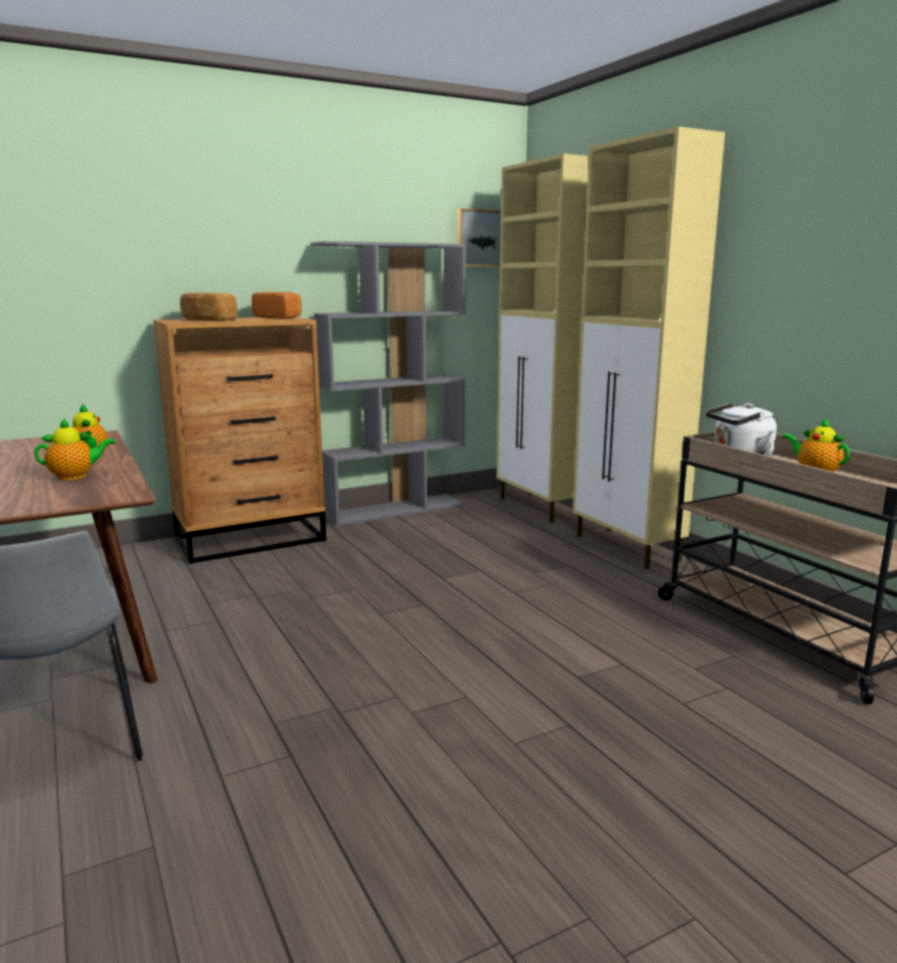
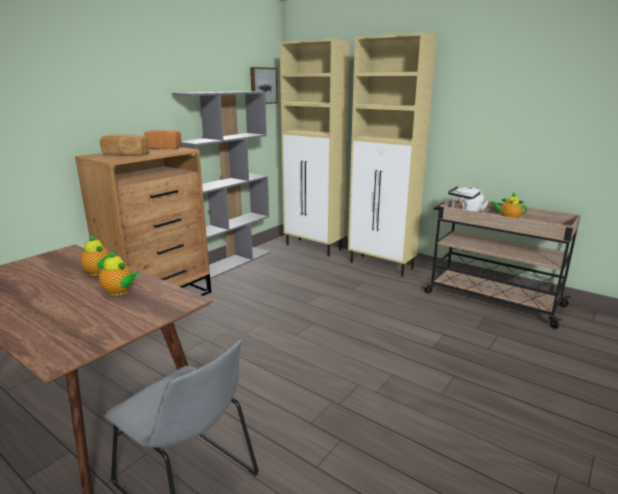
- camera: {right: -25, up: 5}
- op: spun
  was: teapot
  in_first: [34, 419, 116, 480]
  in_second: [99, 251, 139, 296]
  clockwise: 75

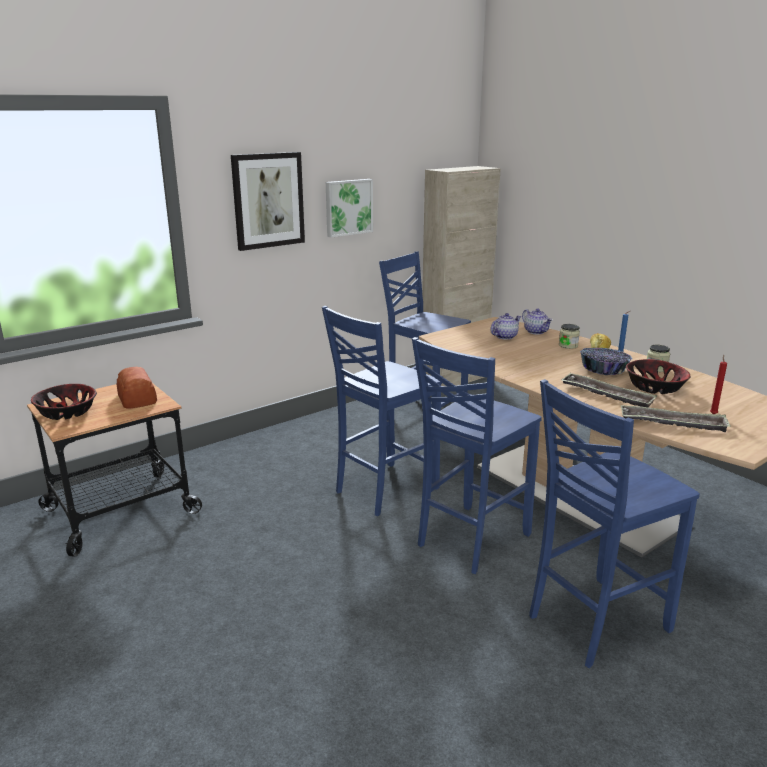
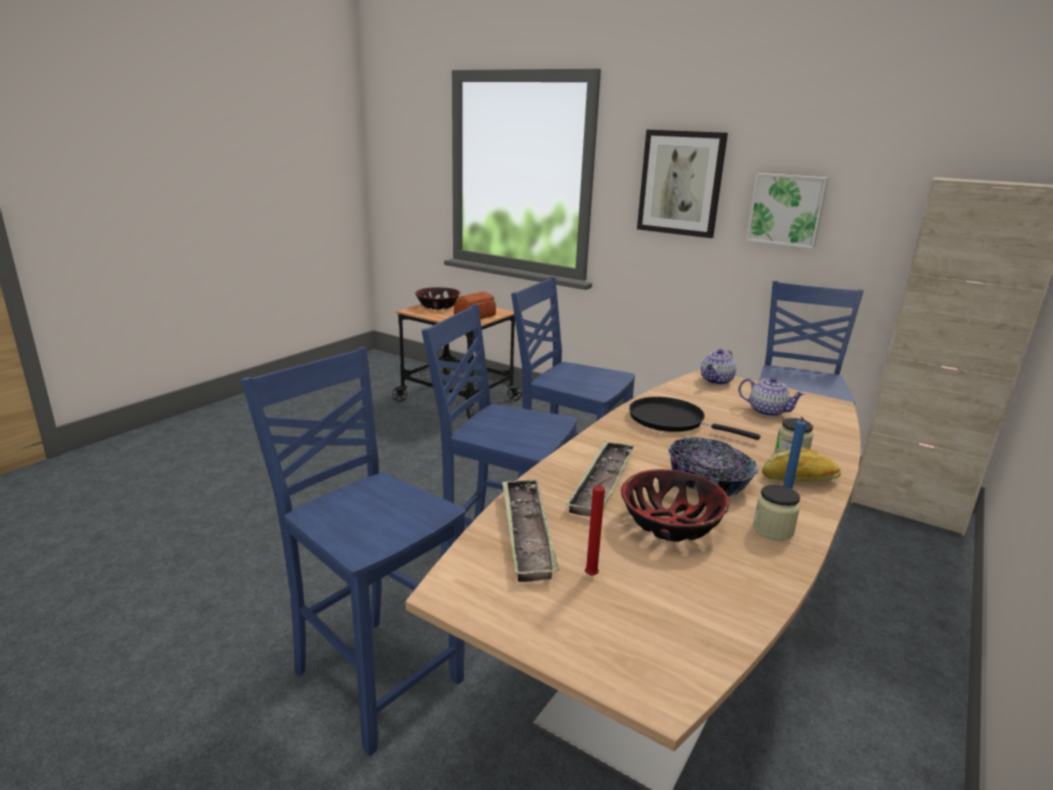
- camera: {right: 70, up: 0}
- op: appeared
  now: black frying pan
  in_second: [629, 397, 761, 440]
- op: relocated
  was: teapot
  in_first: [522, 309, 553, 334]
  in_second: [701, 349, 736, 385]

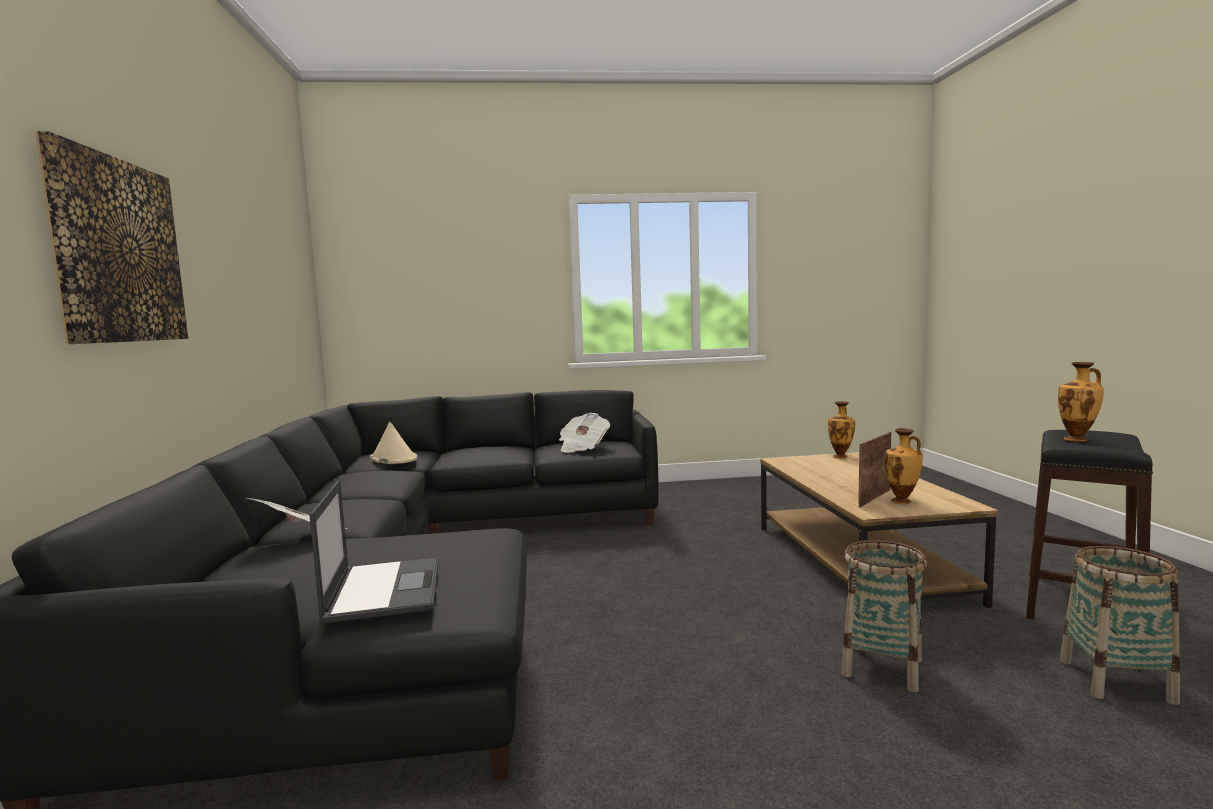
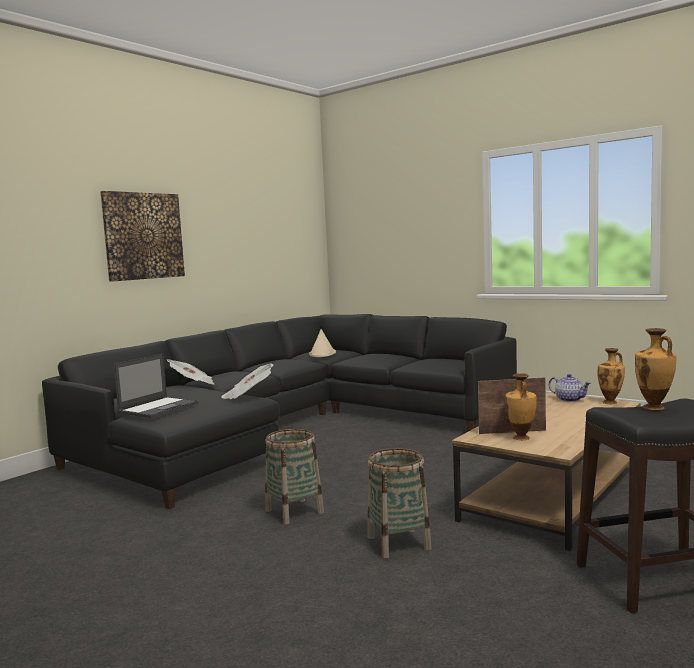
- camera: {right: 45, up: 0}
- op: relocated
  was: newspaper
  in_first: [559, 413, 610, 453]
  in_second: [221, 364, 274, 399]
- op: relocated
  was: basket
  in_first: [1060, 546, 1180, 705]
  in_second: [265, 429, 324, 524]
- op: appeared
  now: teapot
  in_second: [549, 374, 591, 402]

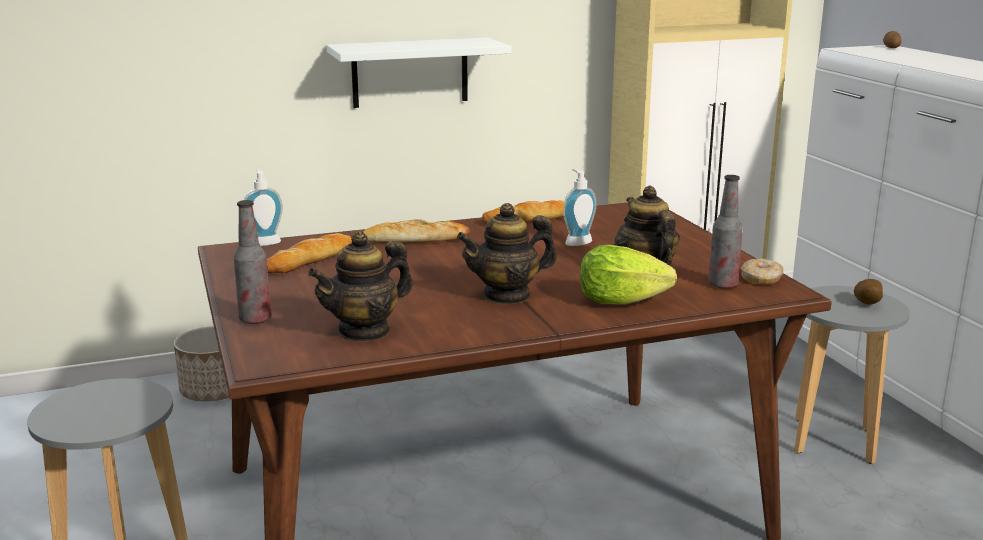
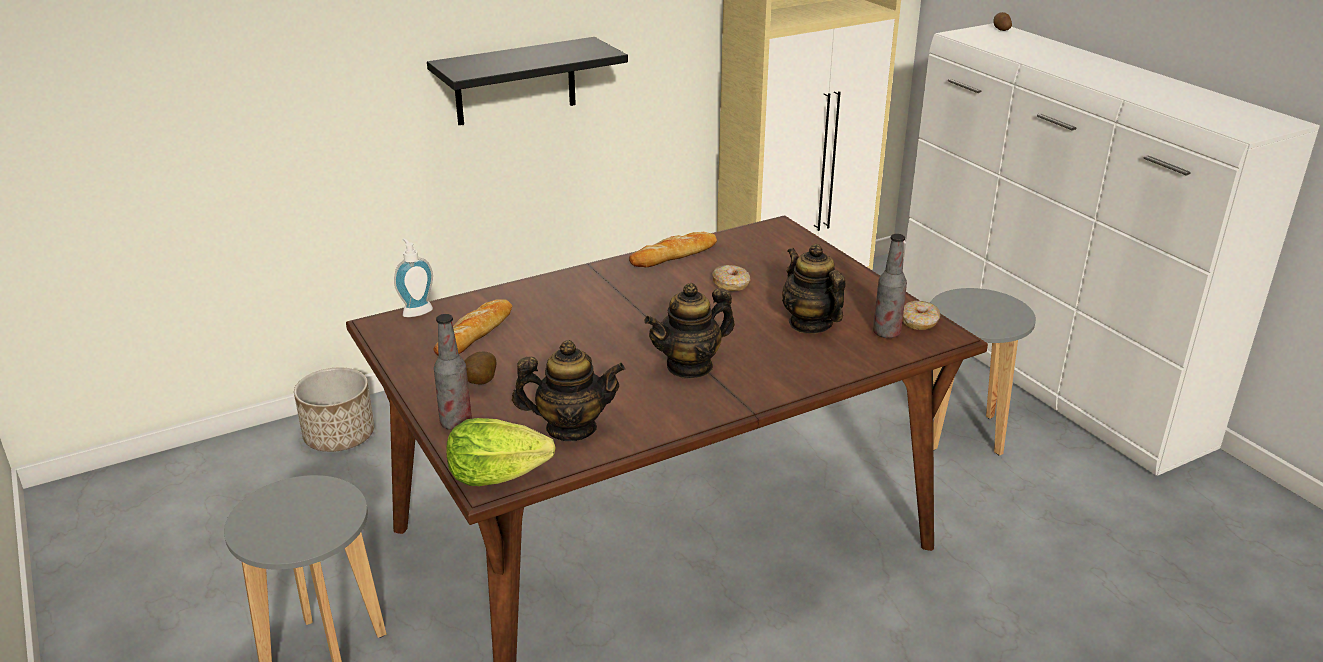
- camera: {right: -10, up: 10}
- op: colour
  was: white shelf
  now: black shelf
  in_first: [326, 38, 512, 108]
  in_second: [427, 37, 628, 125]
- op: relocated
  was: lettuce
  in_first: [580, 245, 677, 305]
  in_second: [446, 418, 556, 486]
- op: relocated
  was: potato
  in_first: [854, 279, 883, 305]
  in_second: [464, 351, 496, 384]
- op: spun
  was: teapot
  in_first: [308, 231, 413, 342]
  in_second: [512, 340, 625, 441]
  clockwise: -135
- op: exchanged
  was: soap dispenser
  now: donut
  in_first: [563, 169, 596, 246]
  in_second: [712, 265, 750, 291]
- op: missing
  was: bread
  in_first: [363, 219, 470, 243]

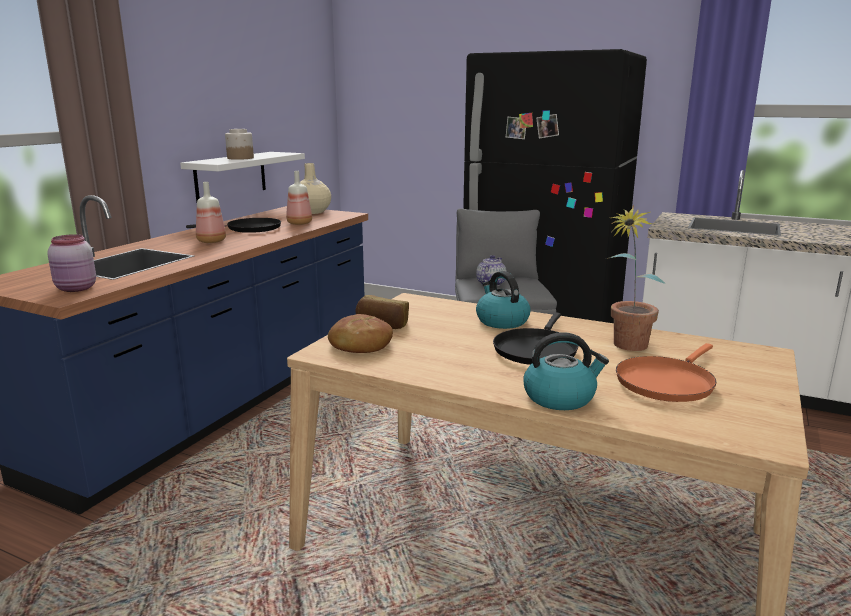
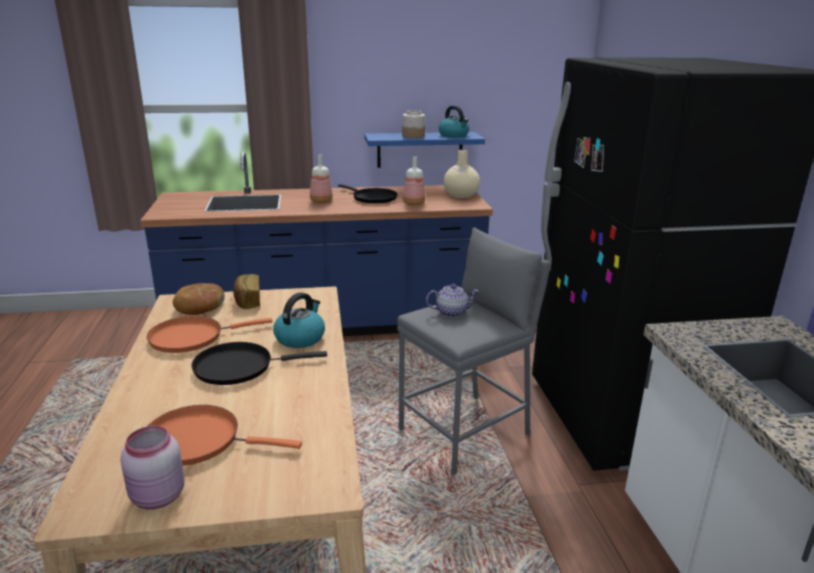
- camera: {right: 55, up: 5}
- op: relocated
  was: pink jar
  in_first: [47, 234, 96, 292]
  in_second: [120, 426, 185, 510]
- op: appeared
  now: orange frying pan
  in_second: [147, 316, 272, 353]
- op: colour
  was: white shelf
  now: blue shelf
  in_first: [180, 152, 305, 202]
  in_second: [364, 132, 485, 168]
- op: relocated
  was: kettle
  in_first: [523, 332, 609, 410]
  in_second: [439, 105, 469, 138]
- op: missing
  was: potted plant
  in_first: [605, 205, 665, 351]

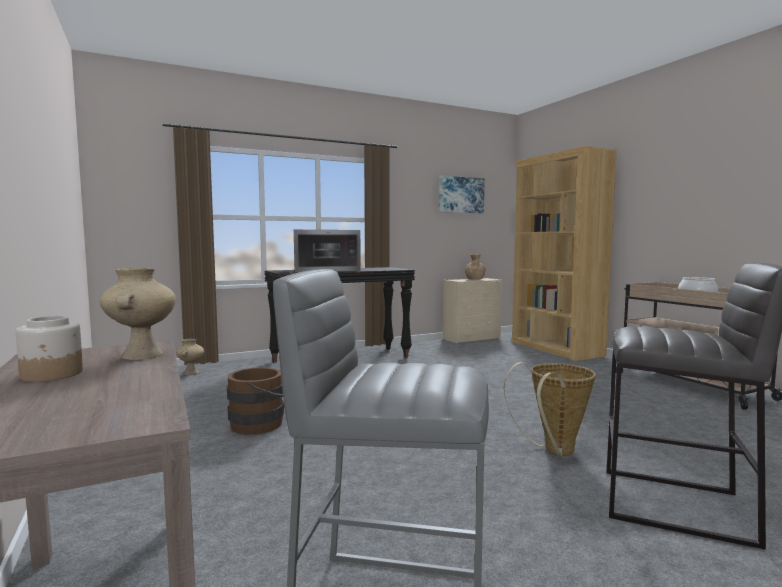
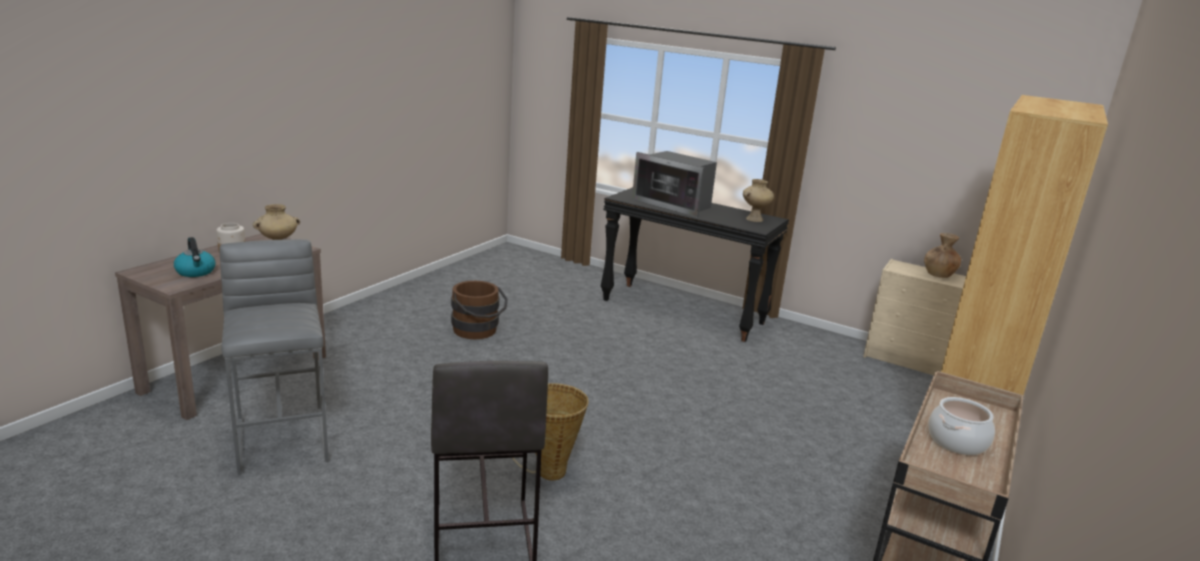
- camera: {right: 55, up: 15}
- op: appeared
  now: kettle
  in_second: [174, 237, 215, 277]
- op: relocated
  was: beige vase
  in_first: [176, 339, 204, 375]
  in_second: [743, 179, 774, 222]
- op: missing
  was: picture
  in_first: [439, 176, 485, 213]

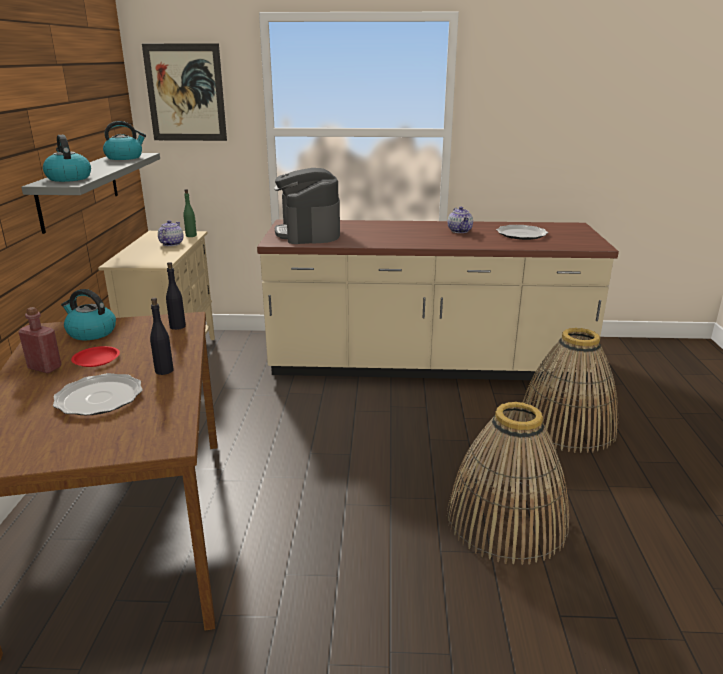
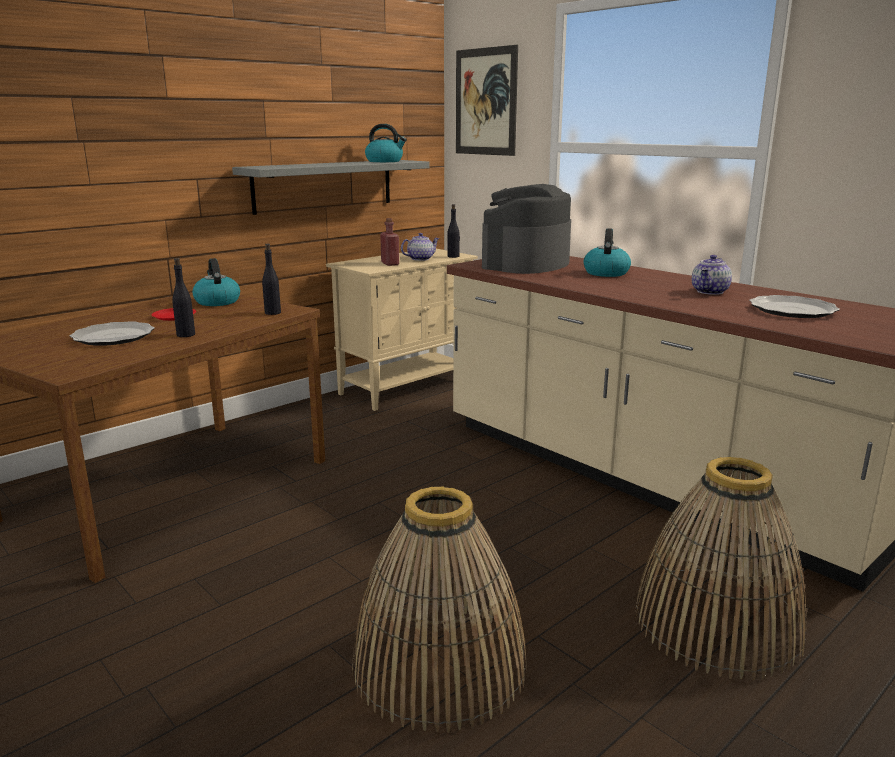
- camera: {right: 45, up: -5}
- op: relocated
  was: red bottle
  in_first: [19, 307, 62, 373]
  in_second: [380, 218, 399, 266]
- op: colour
  was: green bottle
  now: black bottle
  in_first: [183, 189, 197, 237]
  in_second: [447, 204, 460, 258]
- op: relocated
  was: kettle
  in_first: [43, 135, 91, 182]
  in_second: [584, 228, 631, 277]

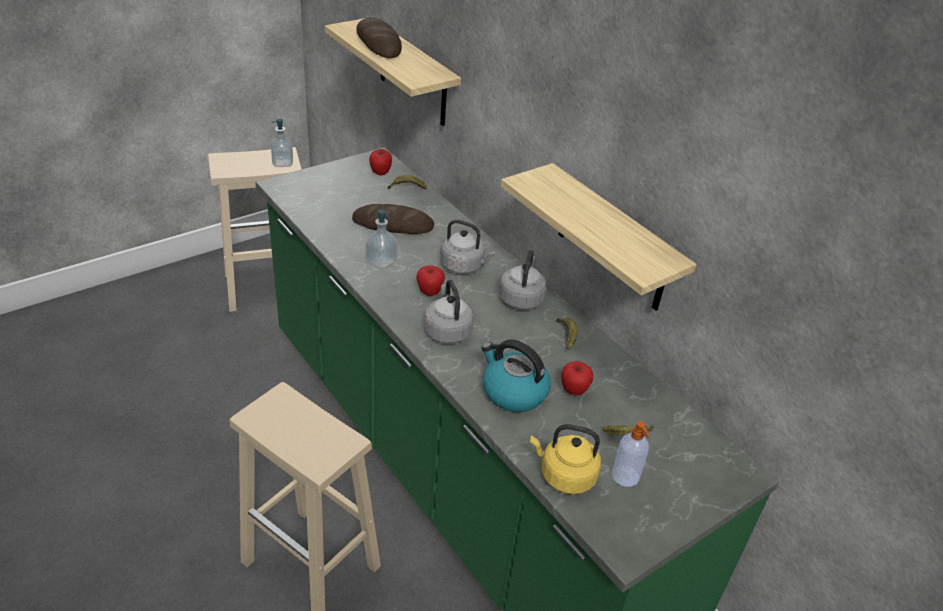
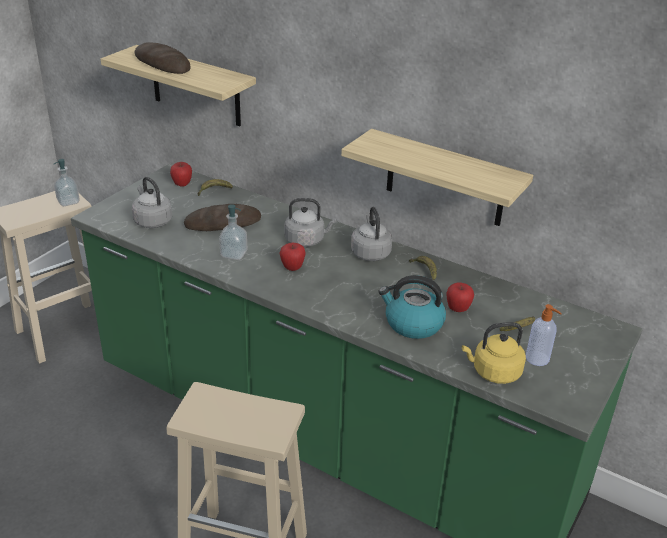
- camera: {right: -20, up: -5}
- op: relocated
  was: grey kettle
  in_first: [424, 280, 474, 344]
  in_second: [132, 177, 172, 228]

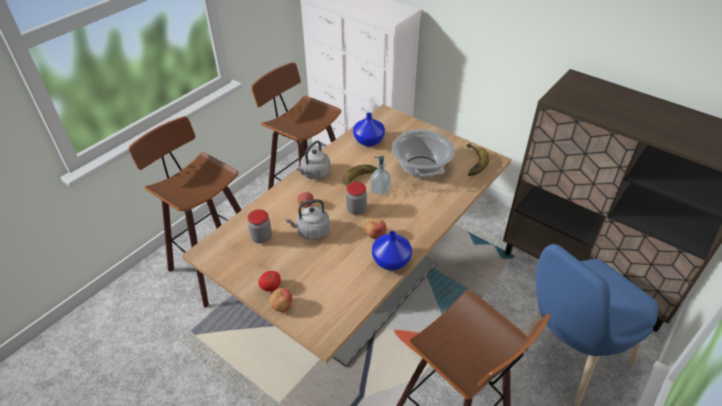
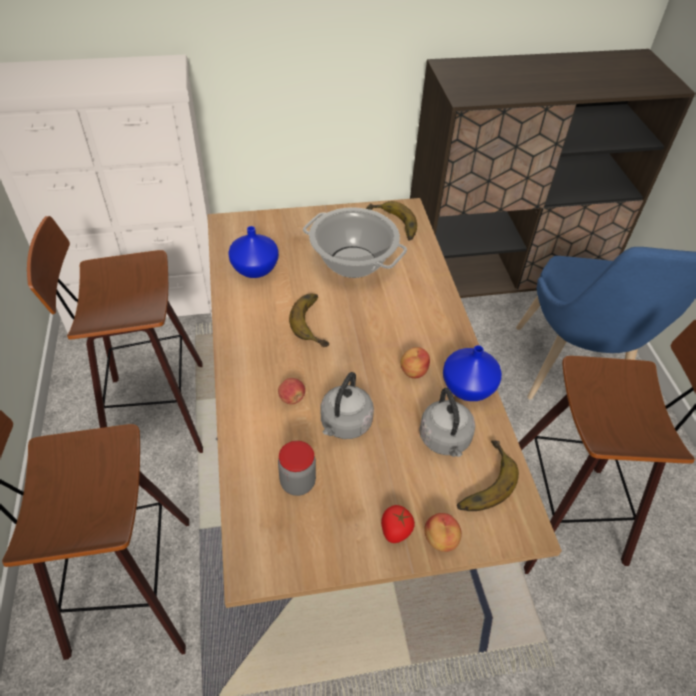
- camera: {right: -50, up: 5}
- op: relocated
  was: grey kettle
  in_first: [297, 141, 331, 179]
  in_second: [419, 388, 475, 457]
- op: appeared
  now: banana
  in_second: [457, 440, 519, 511]
- op: missing
  was: jar
  in_first: [346, 182, 367, 215]
- op: missing
  was: soap dispenser
  in_first: [370, 156, 391, 195]

